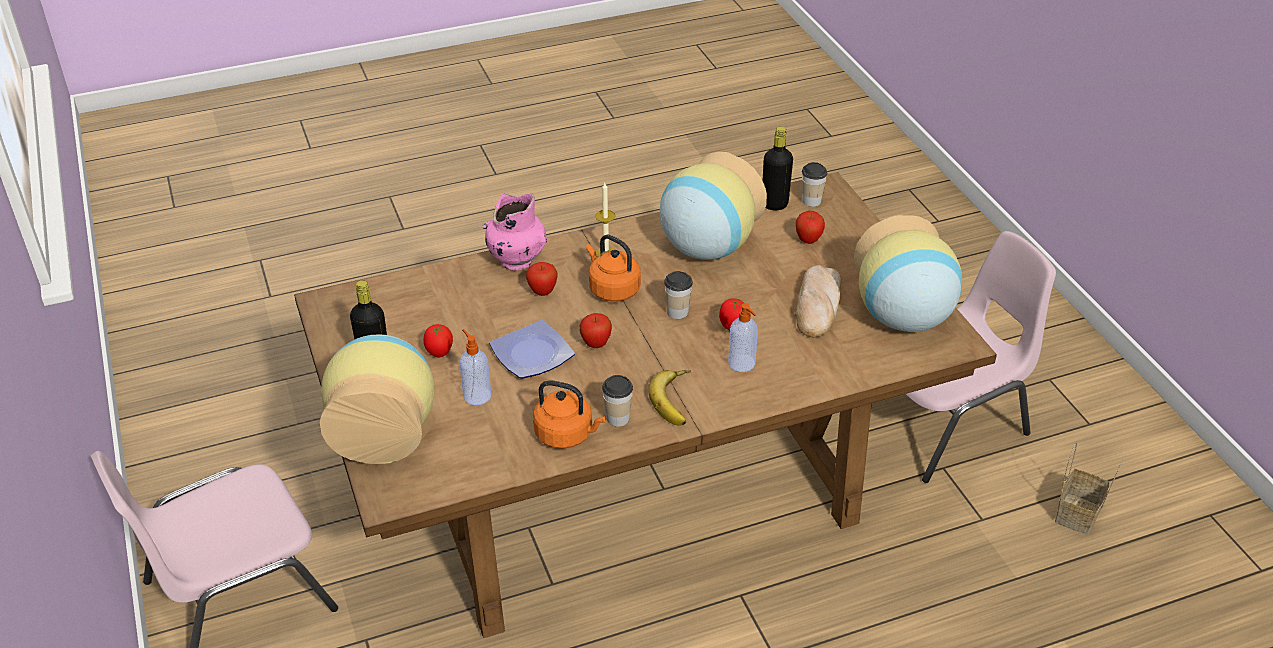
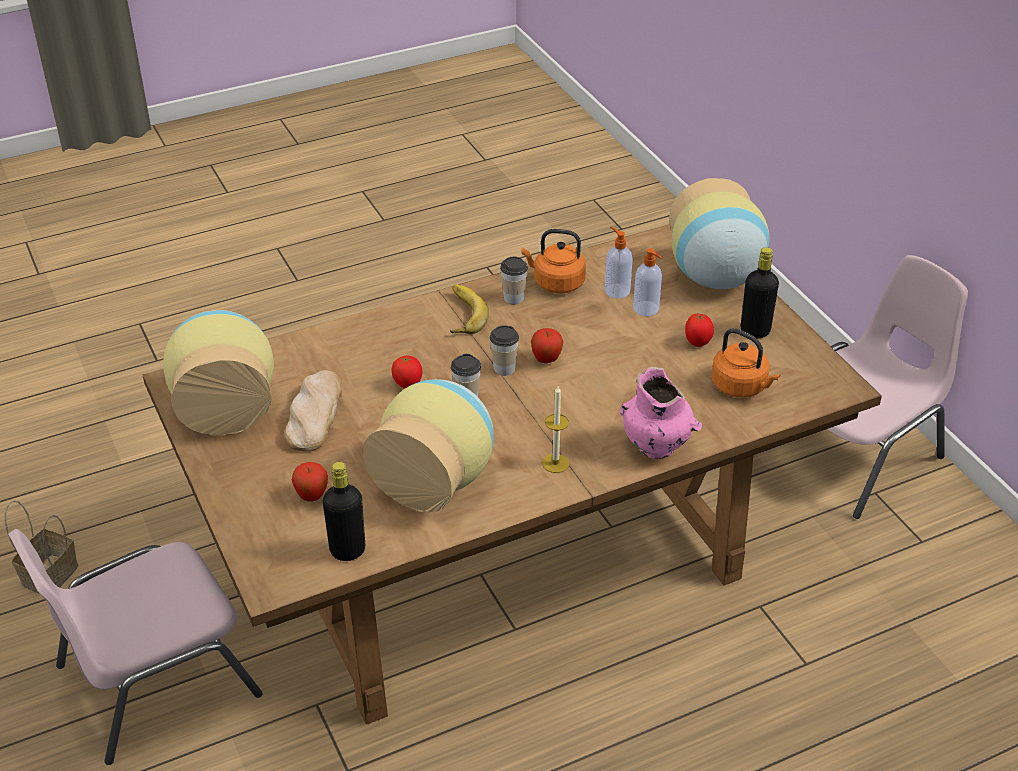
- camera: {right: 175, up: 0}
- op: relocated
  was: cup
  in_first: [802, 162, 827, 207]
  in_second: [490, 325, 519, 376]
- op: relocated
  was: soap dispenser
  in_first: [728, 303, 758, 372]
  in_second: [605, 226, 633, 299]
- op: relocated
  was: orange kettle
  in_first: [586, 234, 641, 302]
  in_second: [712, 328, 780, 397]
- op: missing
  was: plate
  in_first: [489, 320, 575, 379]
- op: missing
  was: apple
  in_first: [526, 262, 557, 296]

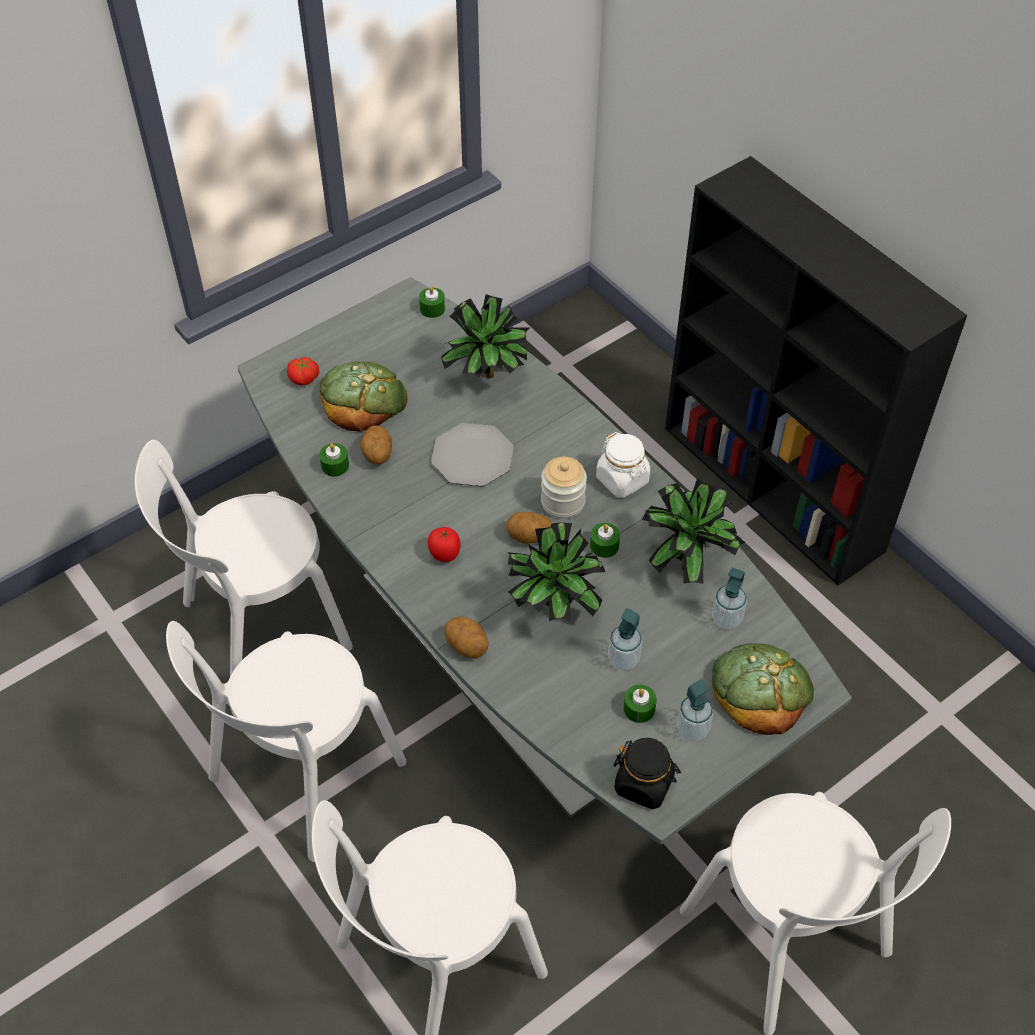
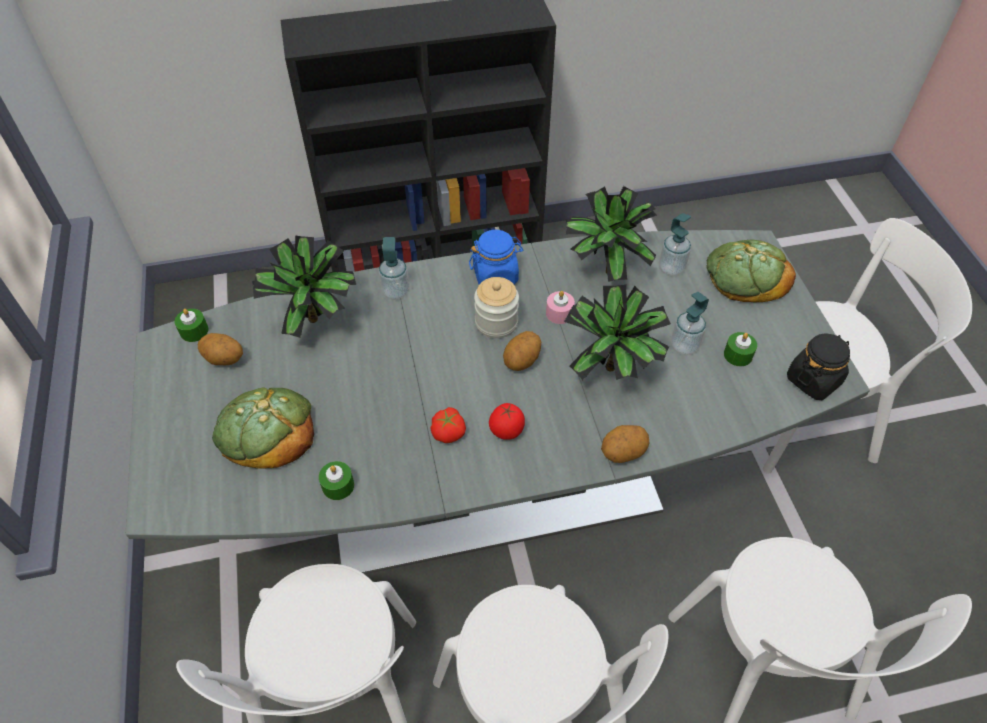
- camera: {right: -65, up: 0}
- op: relocated
  was: potato
  in_first: [360, 425, 392, 464]
  in_second: [198, 333, 243, 366]
- op: relocated
  was: soap dispenser
  in_first: [677, 679, 713, 741]
  in_second: [379, 237, 409, 300]
- op: relocated
  was: tomato
  in_first: [287, 357, 319, 386]
  in_second: [430, 407, 466, 443]
- op: colour
  was: white jar
  now: blue jar
  in_first: [596, 432, 650, 498]
  in_second: [469, 229, 524, 285]
- op: colour
  was: green candle
  now: pink candle
  in_first: [590, 523, 620, 558]
  in_second: [546, 291, 575, 324]
- op: missing
  was: plate
  in_first: [431, 423, 514, 486]

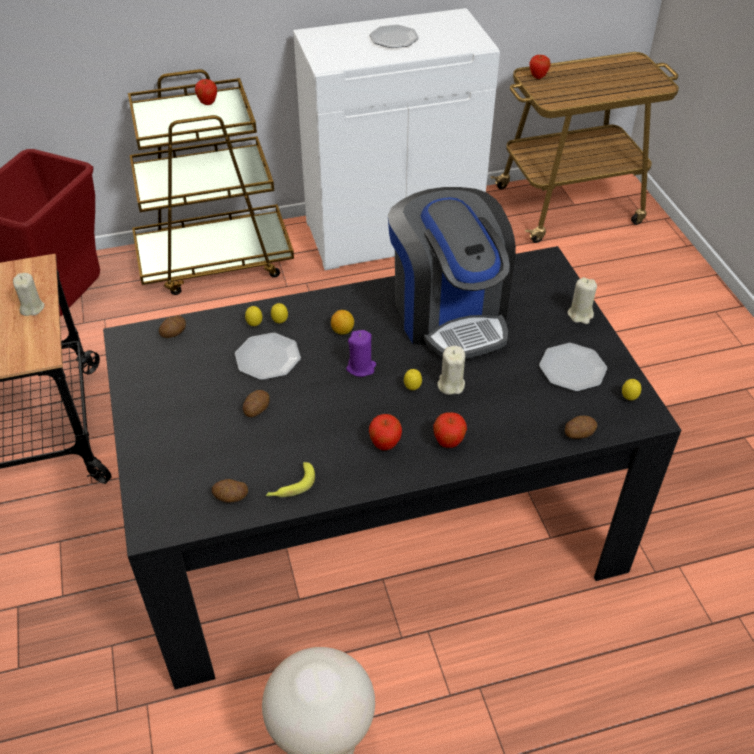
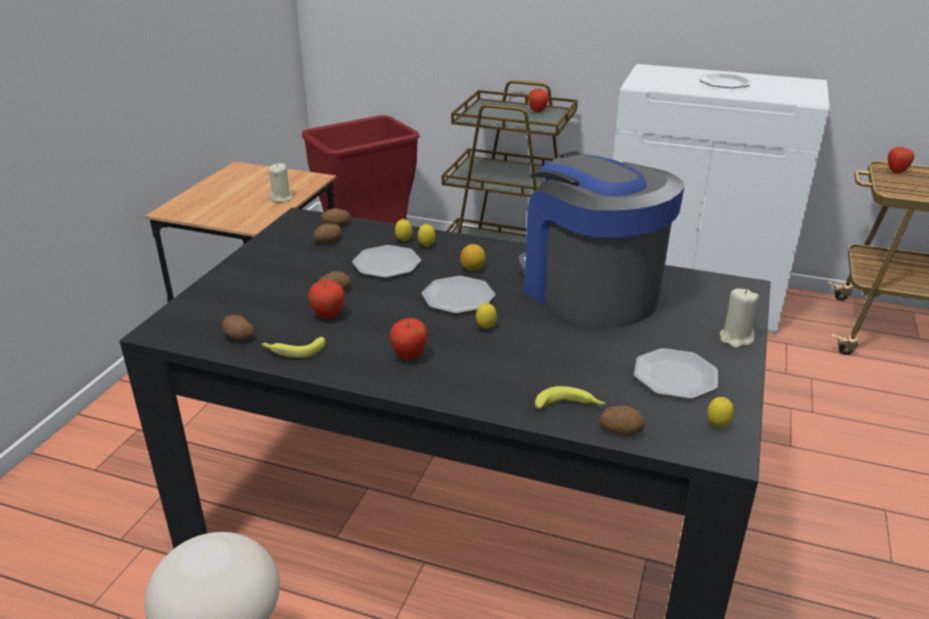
- camera: {right: 35, up: -15}
- op: relocated
  was: apple
  in_first: [433, 412, 467, 448]
  in_second: [308, 280, 345, 319]
- op: appeared
  now: potato
  in_second: [313, 223, 342, 243]
- op: exchanged
  was: purple candle
  now: plate
  in_first: [346, 330, 376, 377]
  in_second: [421, 276, 495, 314]
- op: spun
  was: coffee machine
  in_first: [388, 187, 516, 359]
  in_second: [519, 151, 685, 328]
  clockwise: 135
- op: appeared
  now: banana
  in_second: [535, 386, 606, 409]
- op: missing
  was: beige candle
  in_first: [437, 346, 465, 395]

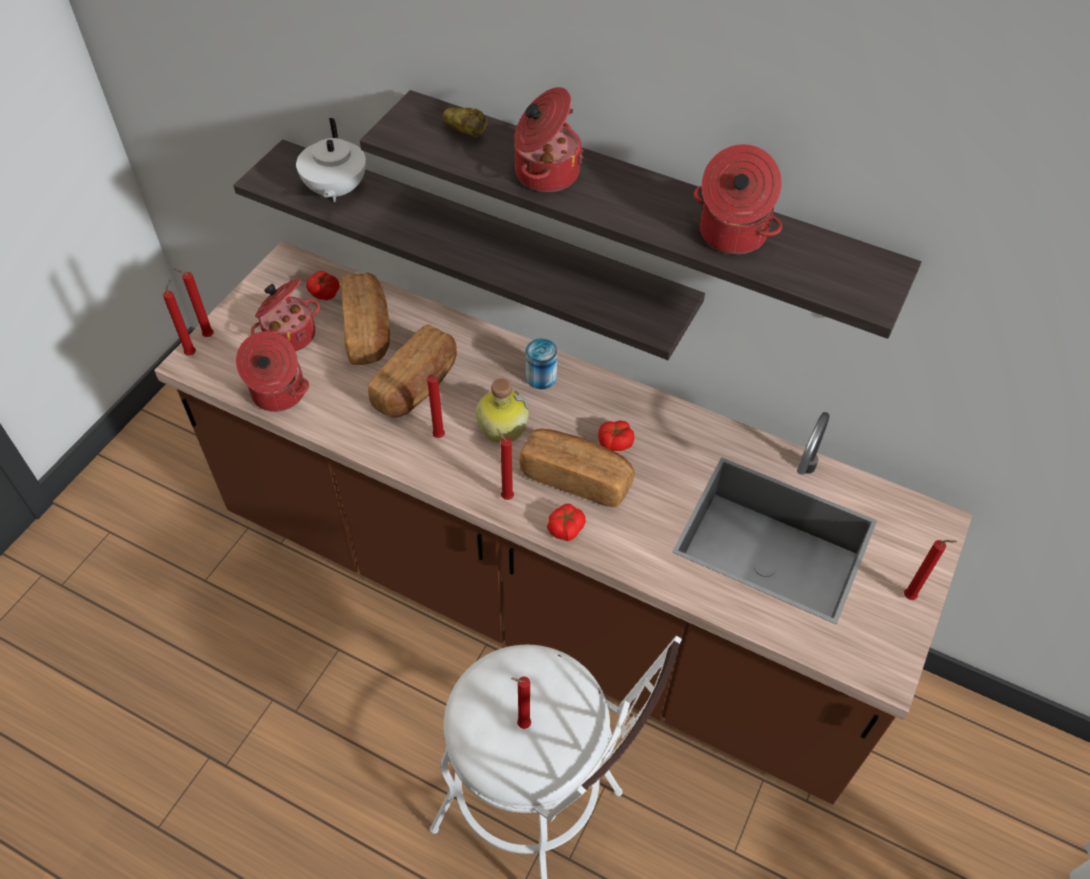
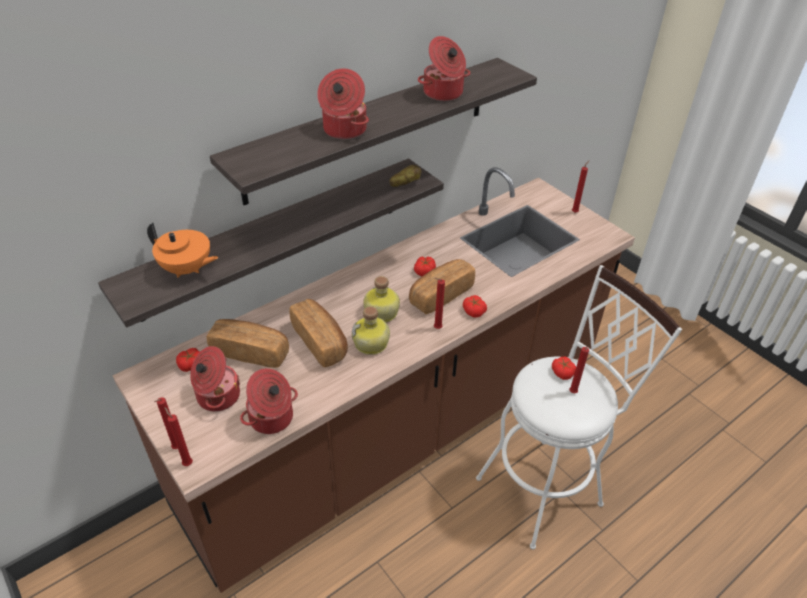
- camera: {right: -65, up: -10}
- op: colour
  was: white teapot
  now: orange teapot
  in_first: [296, 118, 366, 202]
  in_second: [147, 223, 219, 278]
- op: exchanged
  was: red candle
  now: bottle
  in_first: [427, 374, 445, 438]
  in_second: [352, 306, 390, 355]
- op: relocated
  was: potato
  in_first: [443, 108, 487, 138]
  in_second: [390, 165, 421, 187]
- op: appeared
  now: tomato
  in_second: [552, 356, 576, 380]
- op: missing
  was: can
  in_first: [526, 338, 558, 389]

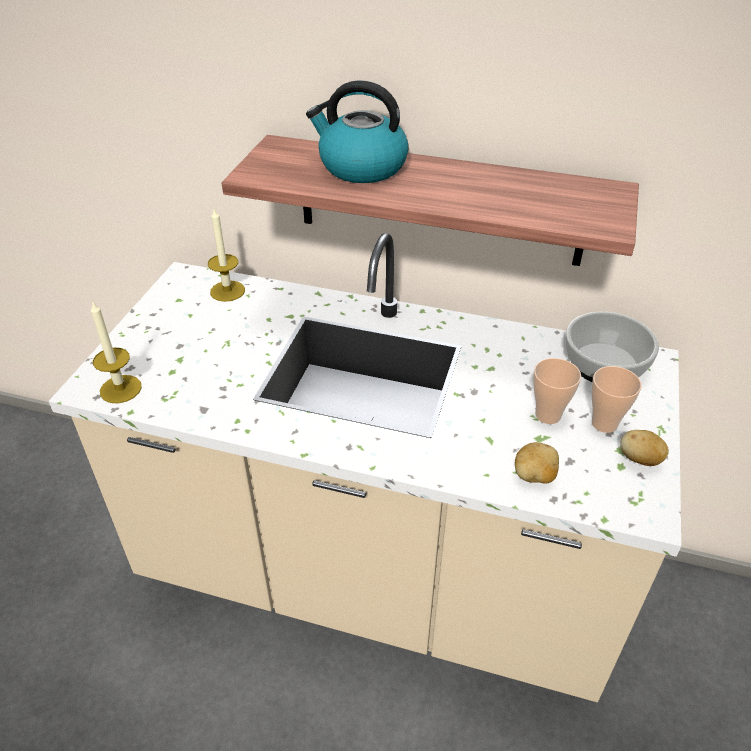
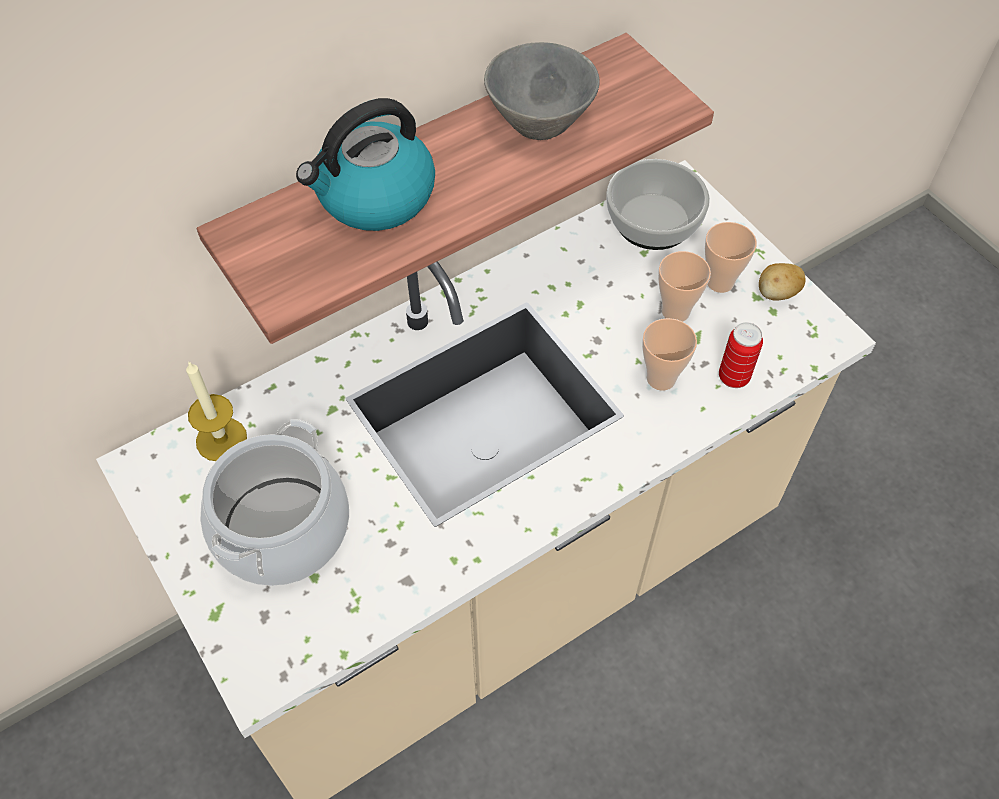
- camera: {right: -50, up: 15}
- op: appeared
  now: cooking pot
  in_second: [200, 419, 349, 586]
- op: appeared
  now: grey bowl
  in_second: [484, 42, 600, 140]
- op: appeared
  now: cup
  in_second: [642, 318, 697, 391]
- op: exchanged
  was: potato
  now: can
  in_first: [515, 442, 559, 484]
  in_second: [719, 322, 763, 388]
- op: missing
  was: candle
  in_first: [91, 300, 142, 403]

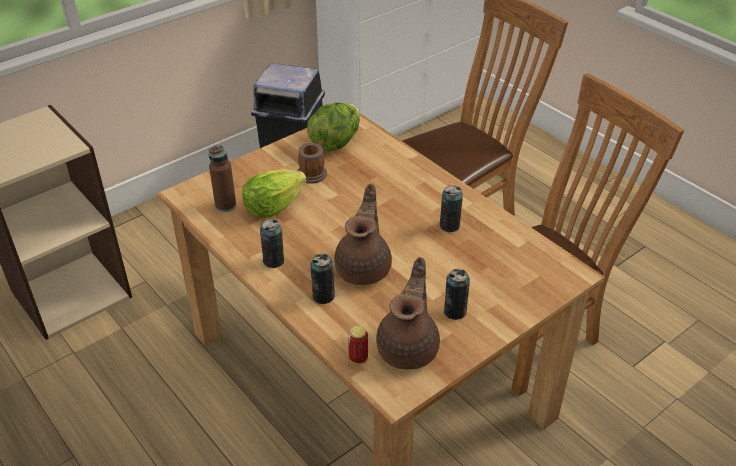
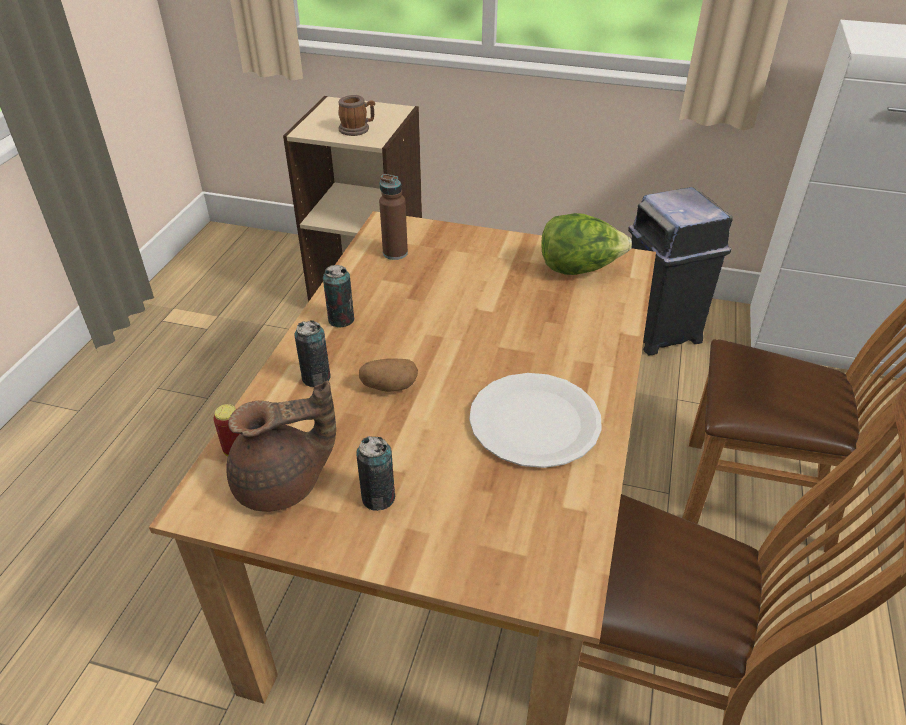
- camera: {right: 55, up: 0}
- op: relocated
  was: mug
  in_first: [298, 141, 327, 184]
  in_second: [338, 95, 375, 136]
- op: exchanged
  was: brown teapot
  now: potato
  in_first: [334, 184, 392, 285]
  in_second: [359, 358, 418, 392]
- op: exchanged
  was: can
  now: white plate
  in_first: [440, 185, 463, 232]
  in_second: [469, 373, 602, 468]
- op: missing
  was: lettuce
  in_first: [242, 169, 307, 218]

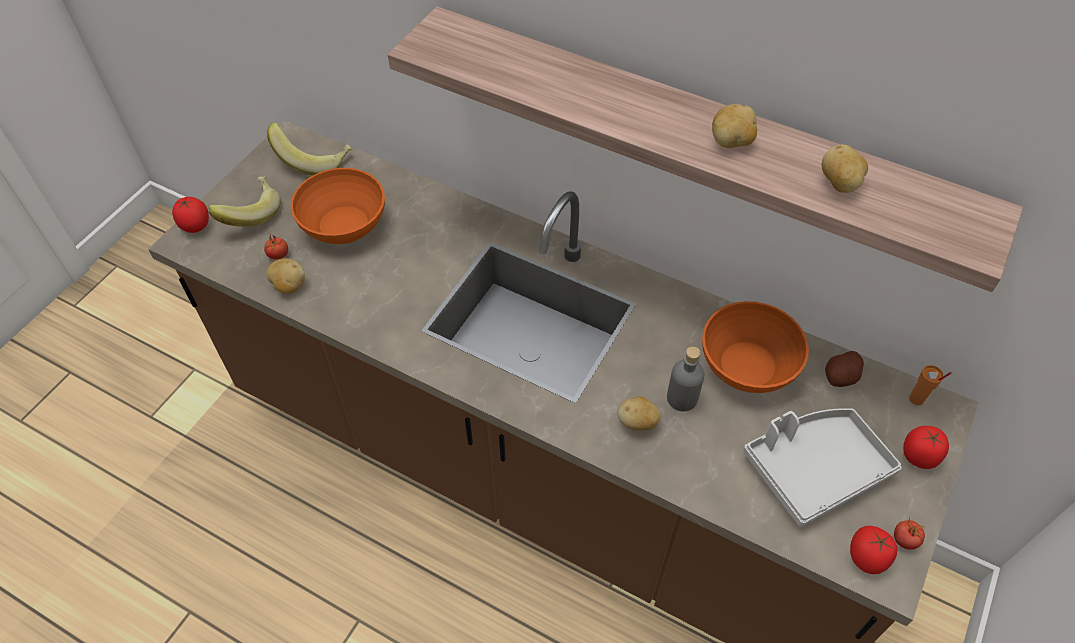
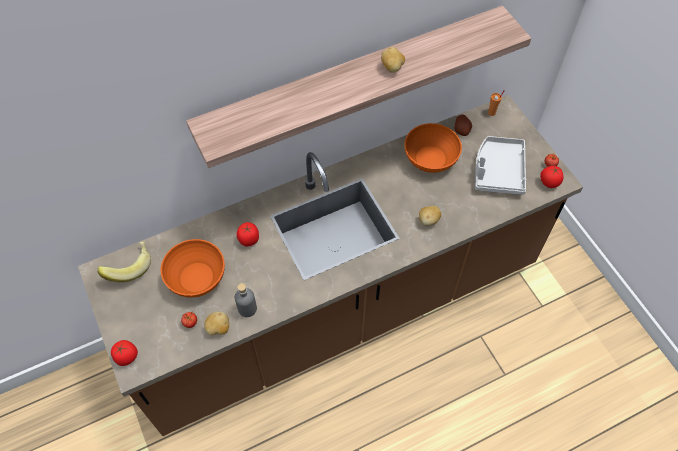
- camera: {right: -55, up: 5}
- op: relocated
  was: grey bottle
  in_first: [667, 346, 704, 412]
  in_second: [235, 283, 257, 317]
- op: relocated
  was: tomato
  in_first: [903, 426, 949, 469]
  in_second: [236, 222, 259, 246]
- op: missing
  was: banana
  in_first: [208, 176, 281, 227]
- op: missing
  was: potato
  in_first: [822, 144, 868, 193]

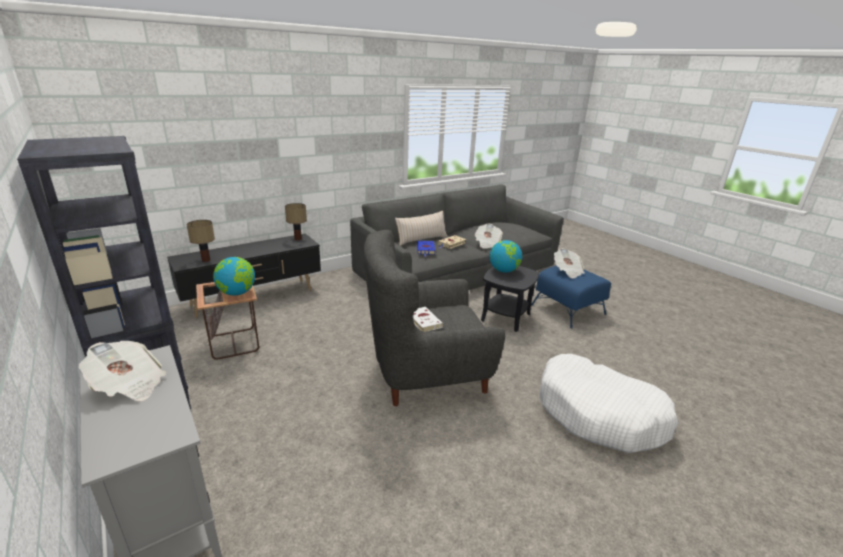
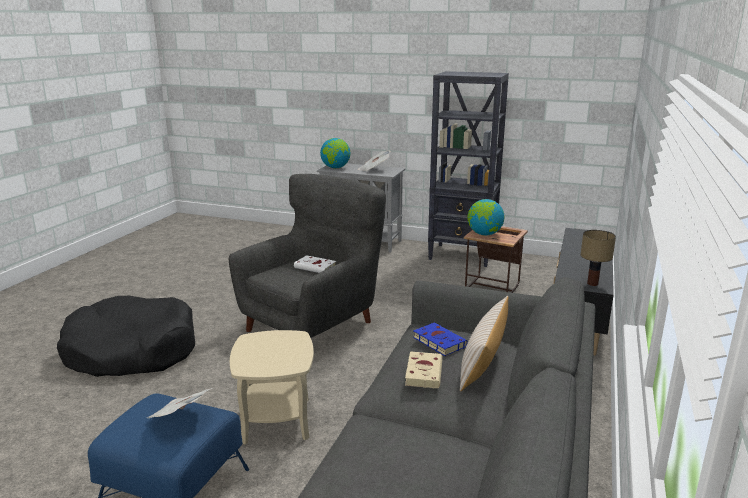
- camera: {right: 145, up: -5}
- op: colour
  was: white dog bed
  now: black dog bed
  in_first: [540, 354, 679, 453]
  in_second: [57, 296, 195, 377]
- op: colour
  was: black side table
  now: beige side table
  in_first: [481, 266, 539, 332]
  in_second: [230, 330, 314, 445]
- op: relocated
  was: globe
  in_first: [490, 240, 522, 273]
  in_second: [320, 138, 350, 168]
- op: missing
  was: table lamp
  in_first: [186, 220, 215, 262]
- op: missing
  was: newspaper
  in_first: [474, 223, 503, 249]

